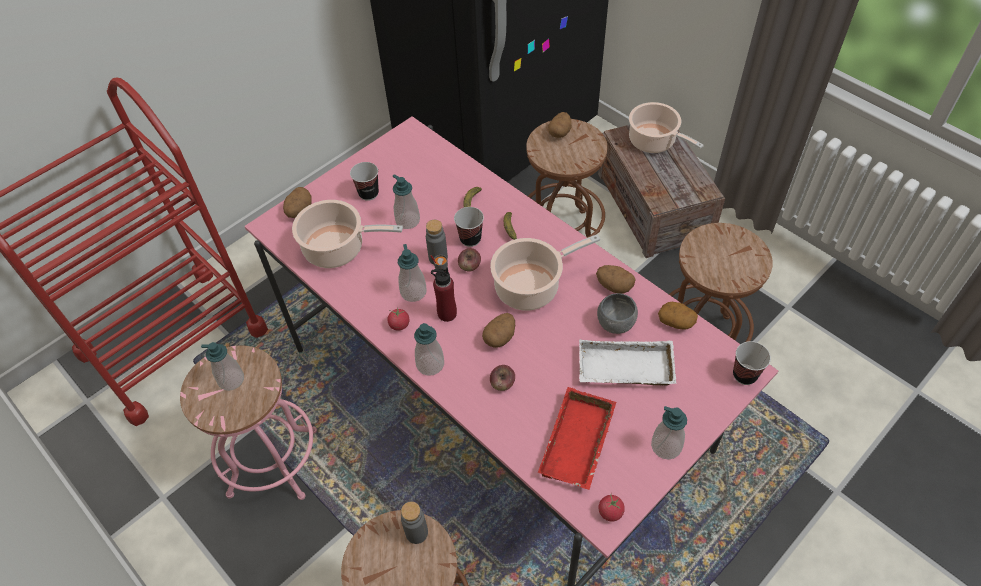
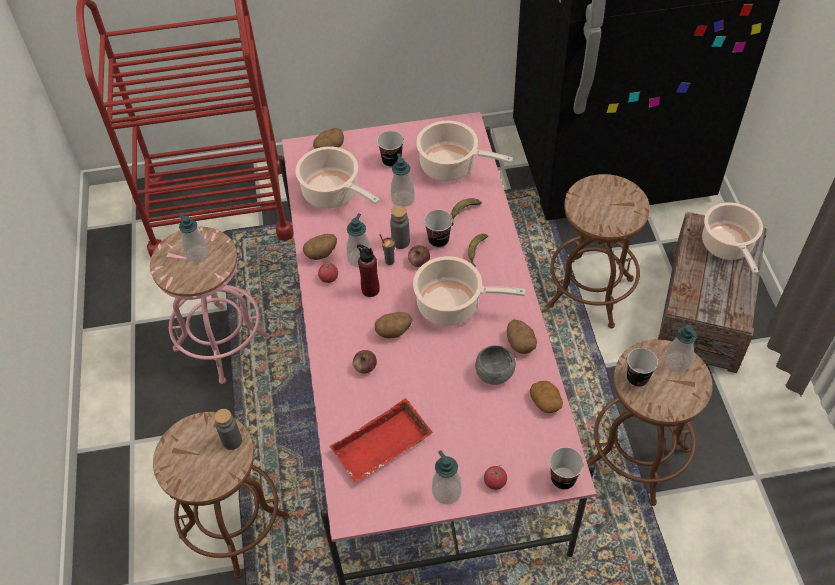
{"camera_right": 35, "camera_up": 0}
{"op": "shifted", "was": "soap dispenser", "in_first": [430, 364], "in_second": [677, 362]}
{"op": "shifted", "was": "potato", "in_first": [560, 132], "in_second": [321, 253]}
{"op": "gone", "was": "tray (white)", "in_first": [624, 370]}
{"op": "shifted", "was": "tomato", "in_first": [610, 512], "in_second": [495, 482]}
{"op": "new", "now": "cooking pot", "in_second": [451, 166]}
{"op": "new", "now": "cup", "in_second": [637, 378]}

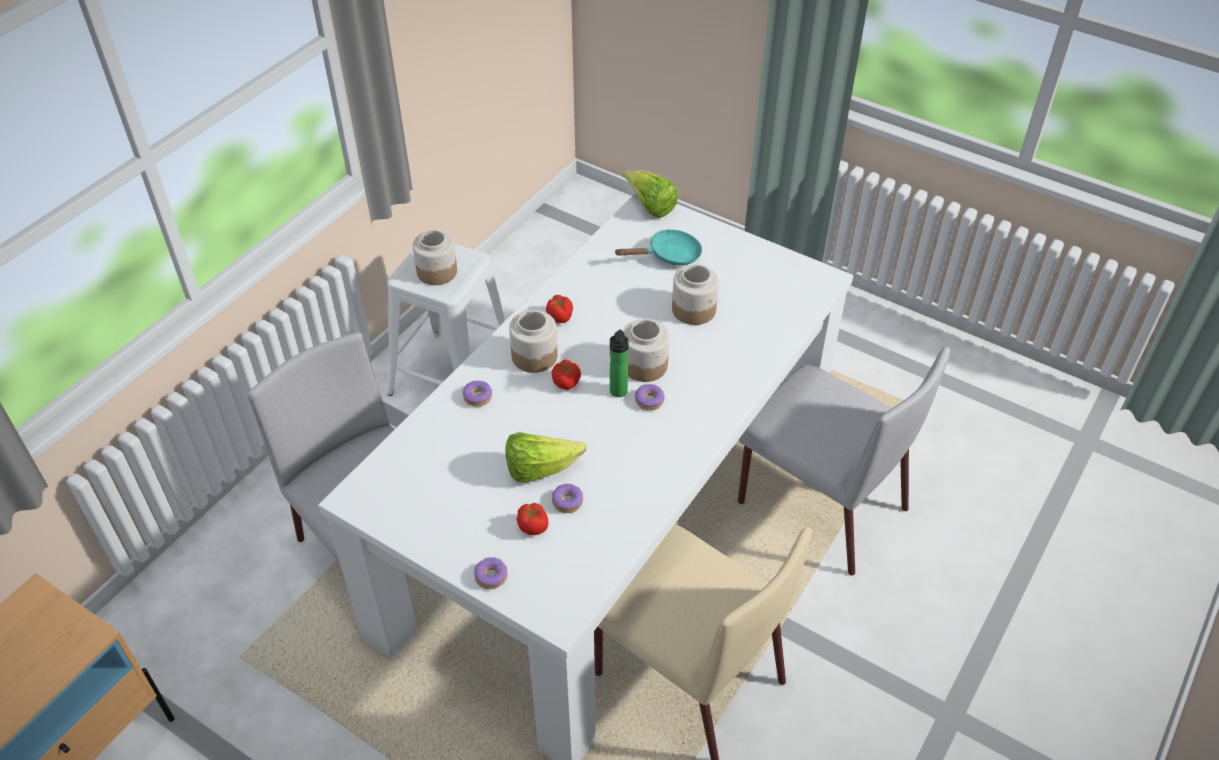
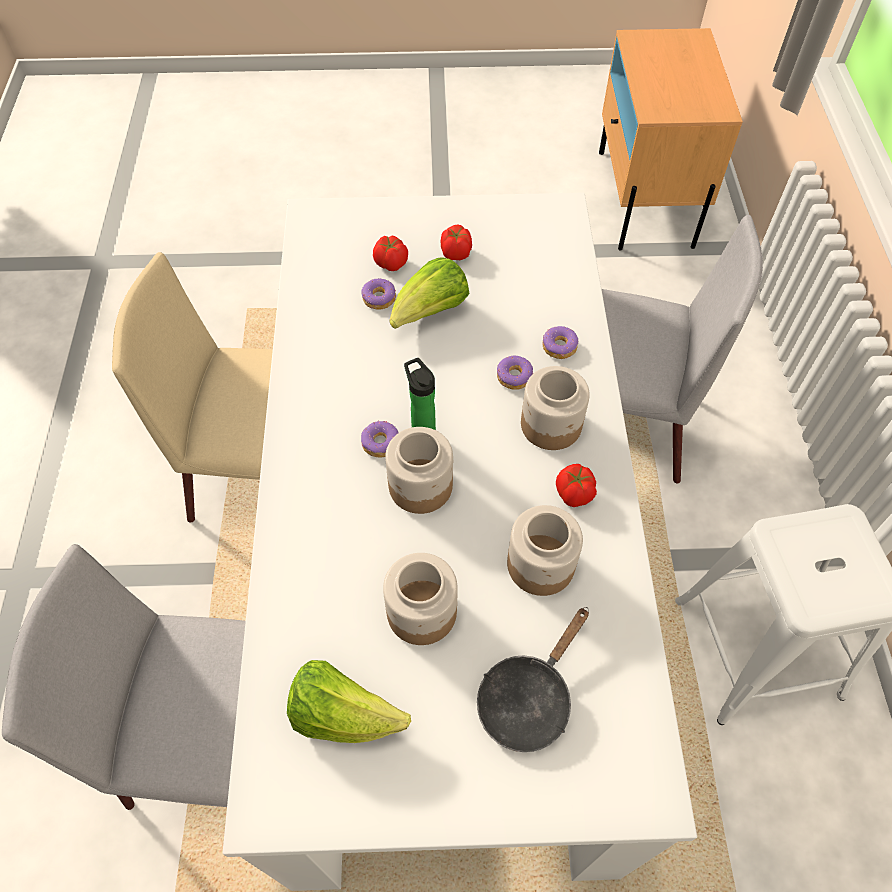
{"camera_right": 145, "camera_up": 10}
{"op": "shifted", "was": "jar", "in_first": [436, 272], "in_second": [541, 564]}
{"op": "shifted", "was": "donut", "in_first": [491, 576], "in_second": [514, 377]}
{"op": "shifted", "was": "tomato", "in_first": [566, 383], "in_second": [455, 253]}
{"op": "repainted", "was": "frying pan (turquoise)", "now": "frying pan (black)", "in_first": [669, 255], "in_second": [528, 698]}
{"op": "shifted", "was": "lettuce", "in_first": [650, 206], "in_second": [343, 714]}

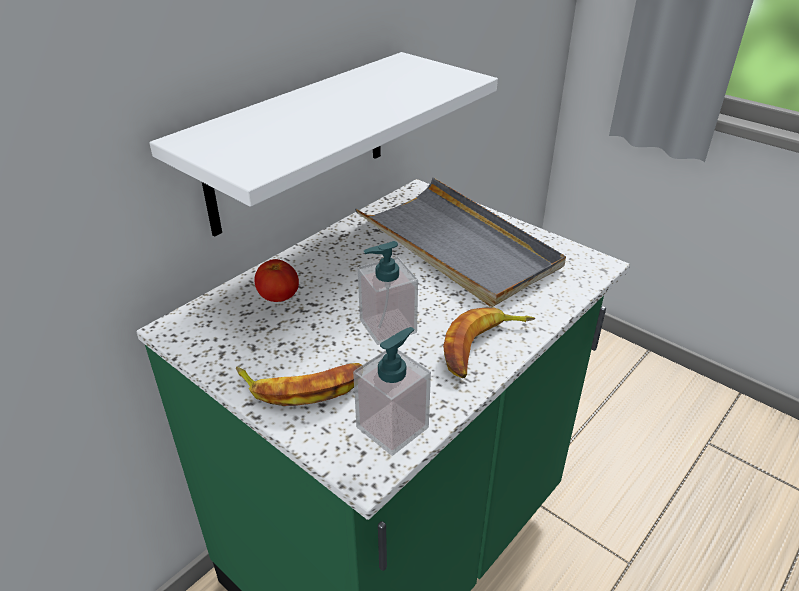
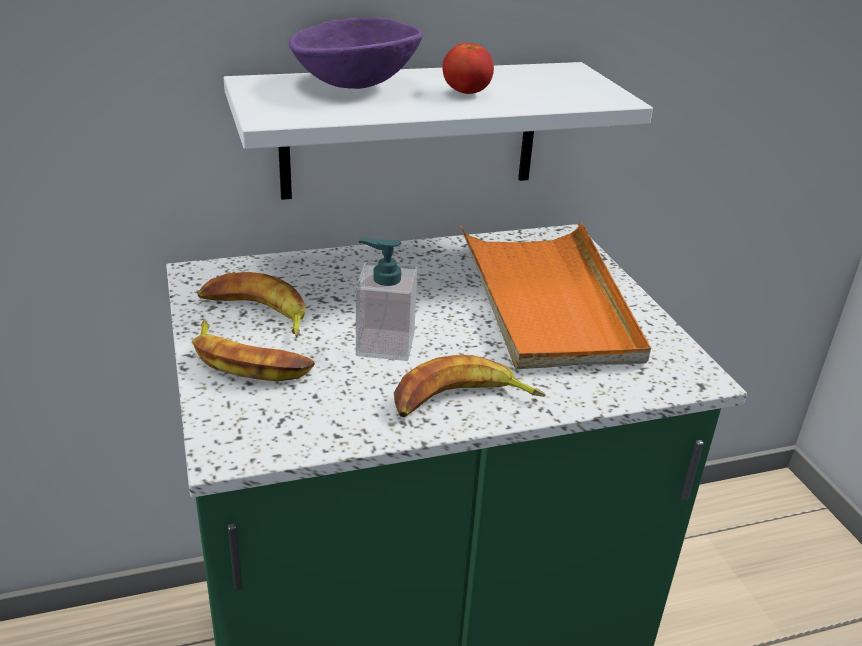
{"camera_right": 30, "camera_up": -5}
{"op": "shifted", "was": "tomato", "in_first": [278, 298], "in_second": [466, 93]}
{"op": "gone", "was": "soap dispenser", "in_first": [392, 427]}
{"op": "repainted", "was": "tray (grey)", "now": "tray (orange)", "in_first": [457, 245], "in_second": [547, 300]}
{"op": "new", "now": "banana", "in_second": [255, 314]}
{"op": "new", "now": "bowl (purple)", "in_second": [355, 86]}

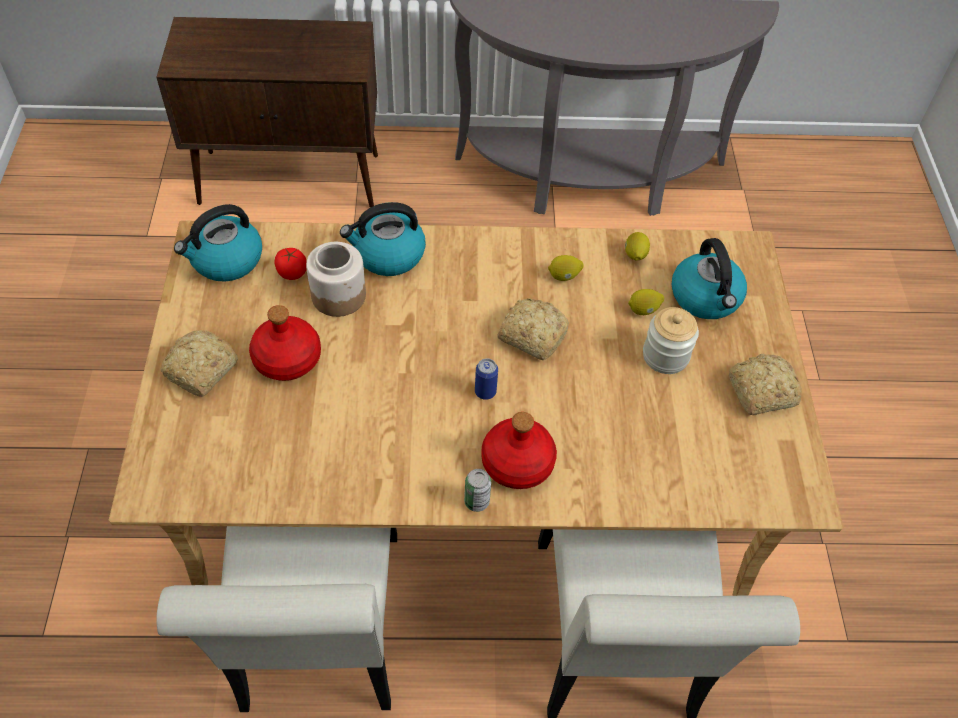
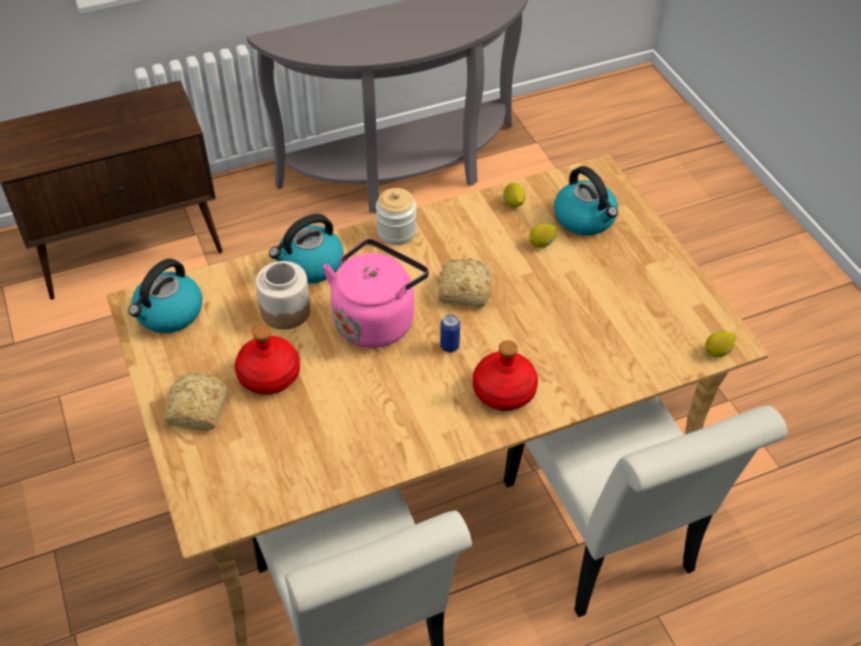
{"camera_right": -20, "camera_up": -5}
{"op": "gone", "was": "tomato", "in_first": [292, 271]}
{"op": "gone", "was": "can", "in_first": [476, 501]}
{"op": "shifted", "was": "lemon", "in_first": [564, 276], "in_second": [717, 352]}
{"op": "shifted", "was": "jar", "in_first": [665, 356], "in_second": [396, 231]}
{"op": "gone", "was": "bread", "in_first": [759, 391]}
{"op": "new", "now": "kettle (pink)", "in_second": [376, 319]}

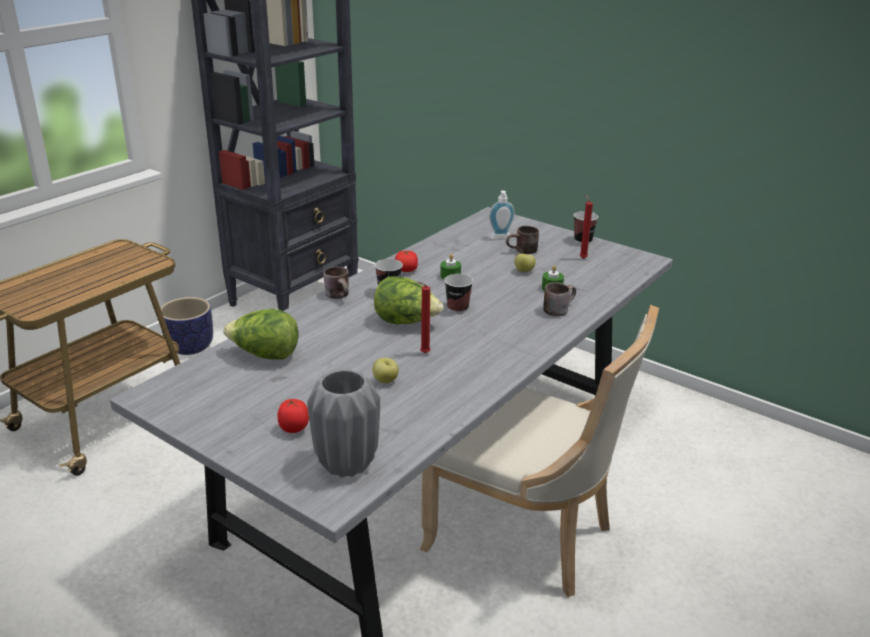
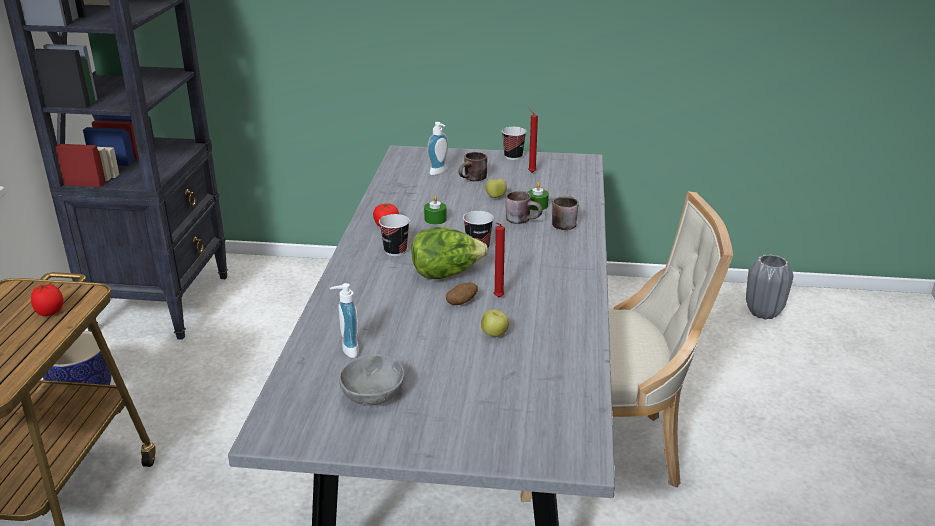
{"camera_right": -30, "camera_up": 0}
{"op": "swapped", "was": "lettuce", "now": "soap dispenser", "in_first": [265, 355], "in_second": [347, 350]}
{"op": "shifted", "was": "tomato", "in_first": [294, 429], "in_second": [50, 313]}
{"op": "shifted", "was": "vase (grey)", "in_first": [345, 464], "in_second": [763, 313]}
{"op": "shifted", "was": "mug (brown)", "in_first": [341, 296], "in_second": [523, 220]}
{"op": "new", "now": "bowl (grey)", "in_second": [374, 396]}
{"op": "new", "now": "potato", "in_second": [461, 303]}

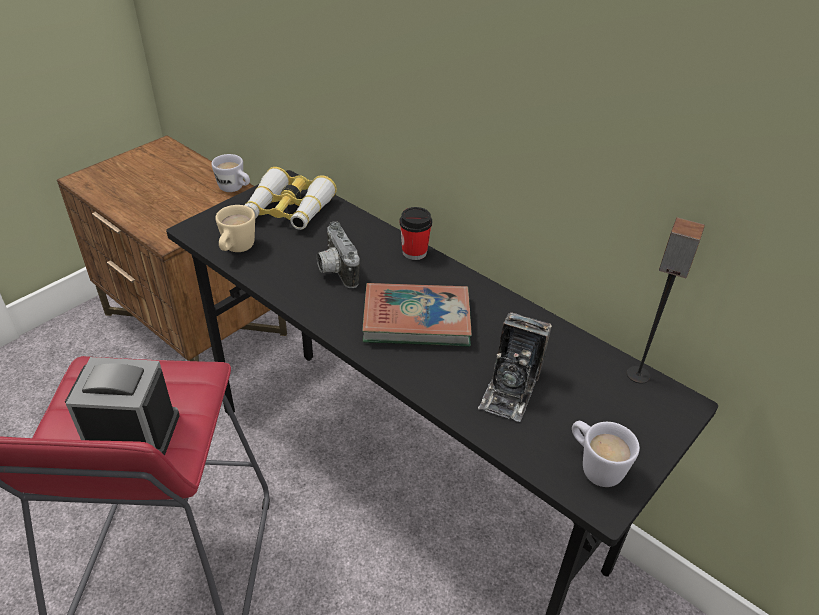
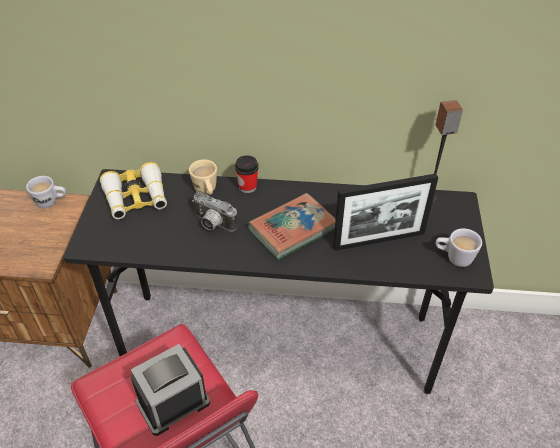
{"camera_right": -35, "camera_up": 5}
{"op": "shifted", "was": "mug (beige)", "in_first": [236, 249], "in_second": [206, 191]}
{"op": "swapped", "was": "photo camera", "now": "picture frame", "in_first": [511, 388], "in_second": [379, 240]}

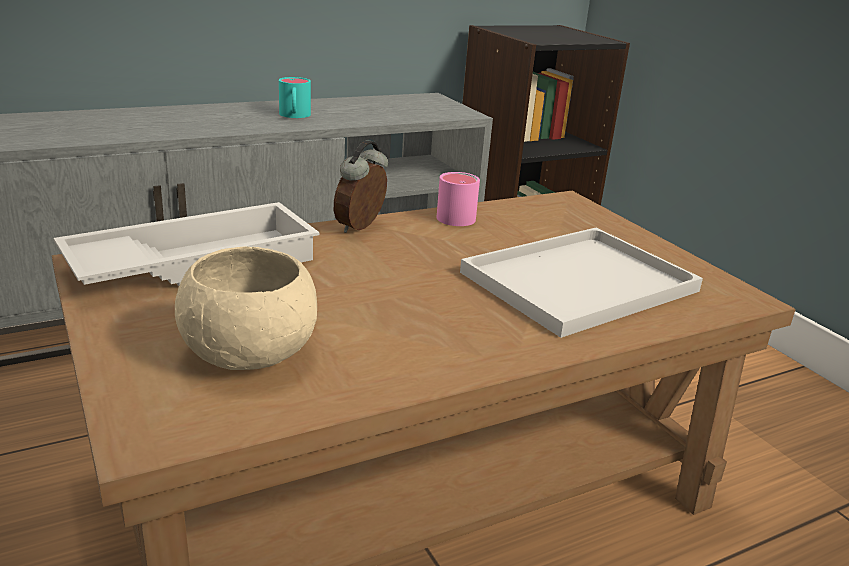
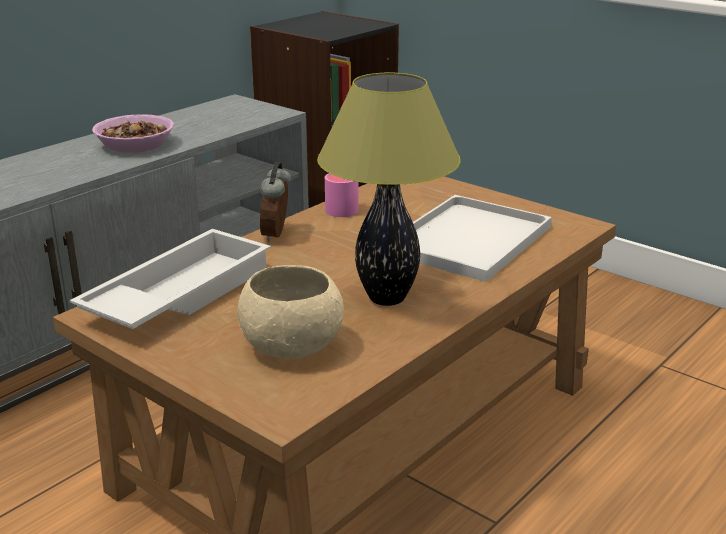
{"camera_right": -20, "camera_up": 0}
{"op": "swapped", "was": "mug (turquoise)", "now": "bowl", "in_first": [294, 116], "in_second": [136, 145]}
{"op": "new", "now": "table lamp", "in_second": [388, 298]}

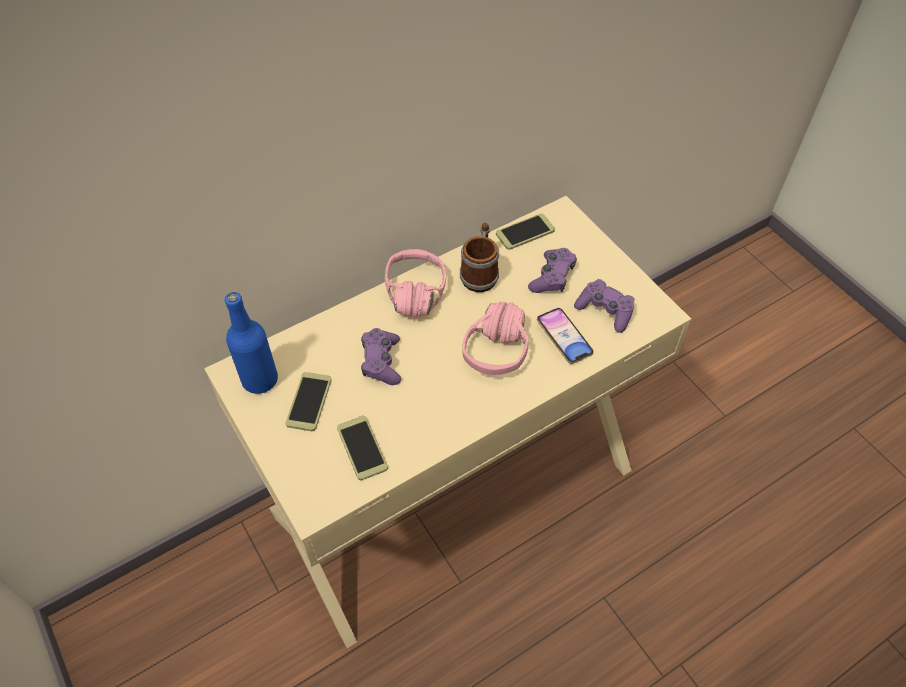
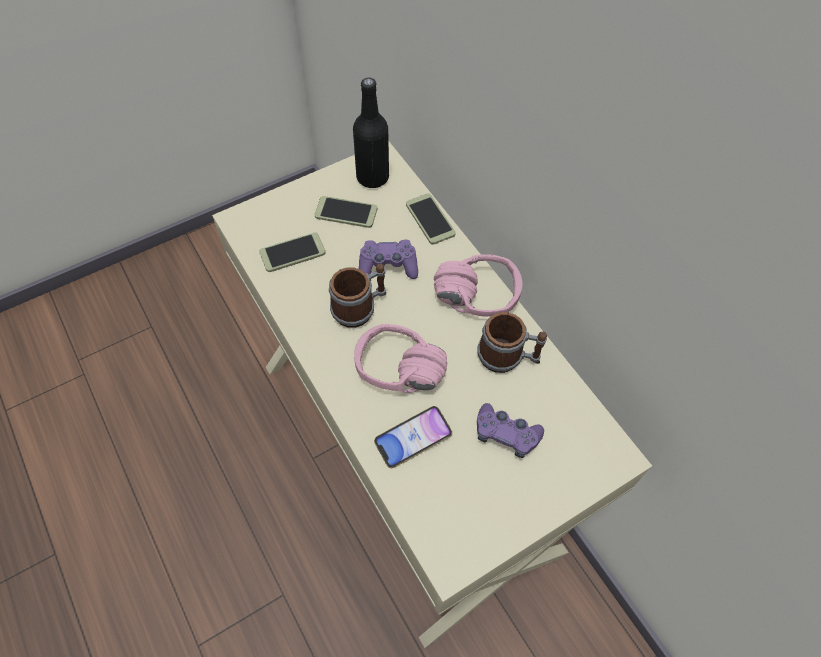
{"camera_right": 90, "camera_up": 5}
{"op": "repainted", "was": "bottle (blue)", "now": "bottle (black)", "in_first": [260, 380], "in_second": [372, 177]}
{"op": "shifted", "was": "phone", "in_first": [525, 232], "in_second": [430, 219]}
{"op": "gone", "was": "game controller (purple)", "in_first": [605, 310]}
{"op": "new", "now": "mug", "in_second": [360, 307]}

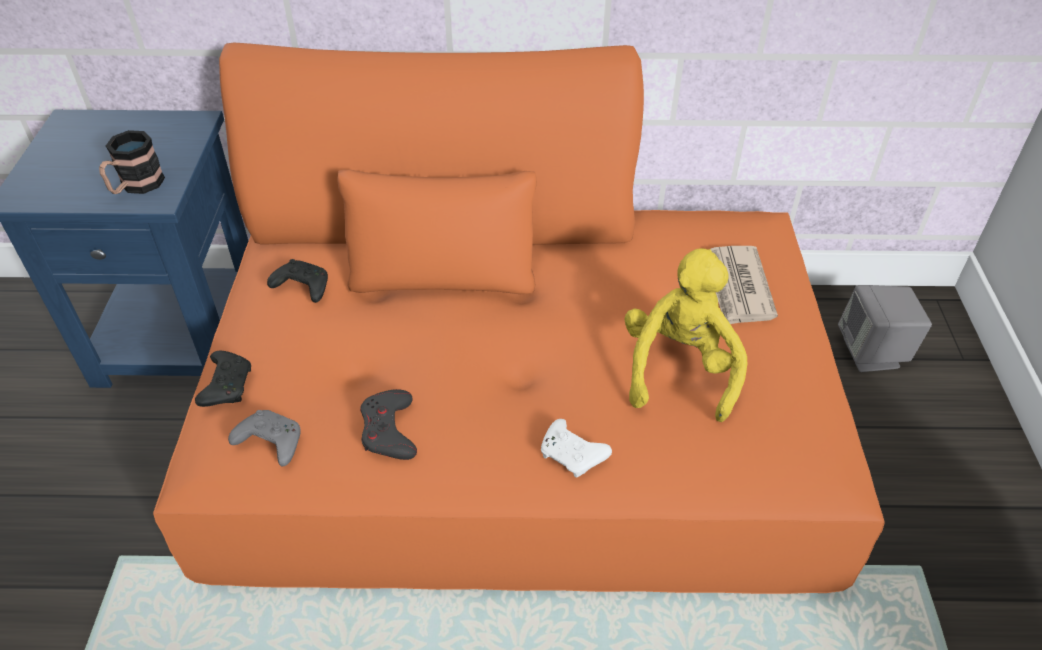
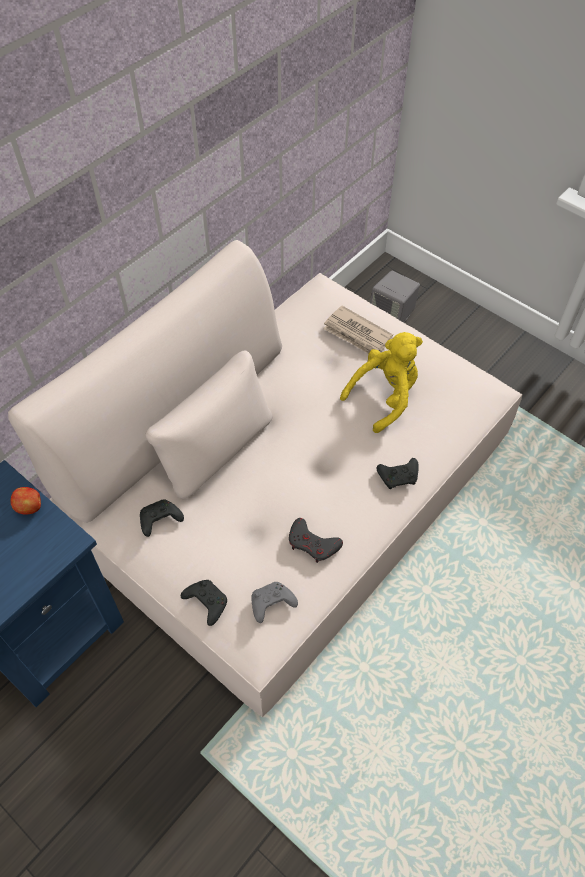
{"camera_right": -50, "camera_up": 10}
{"op": "gone", "was": "mug", "in_first": [136, 186]}
{"op": "repainted", "was": "sofa (orange)", "now": "sofa (beige)", "in_first": [521, 422], "in_second": [293, 491]}
{"op": "repainted", "was": "game controller (white)", "now": "game controller (black)", "in_first": [573, 456], "in_second": [399, 477]}
{"op": "rotated", "was": "plush toy (yellow)", "in_first": [679, 369], "in_second": [384, 397], "clockwise": 90}
{"op": "new", "now": "apple", "in_second": [30, 507]}

